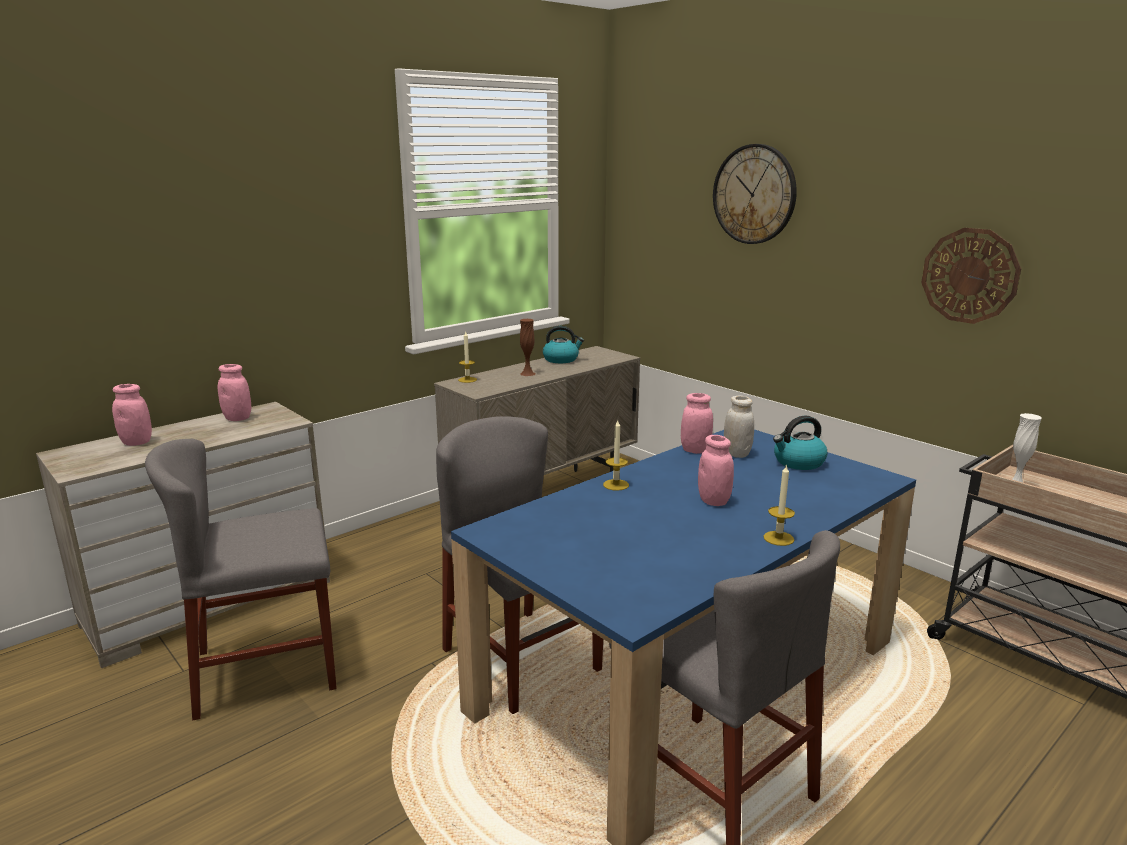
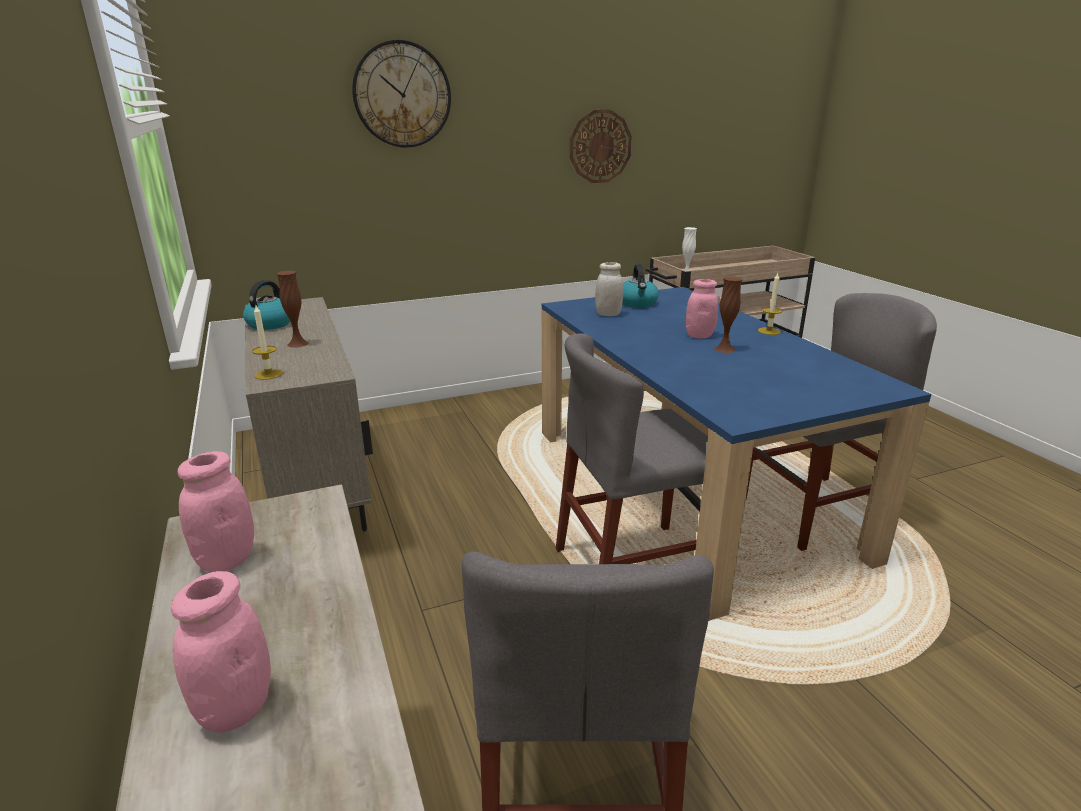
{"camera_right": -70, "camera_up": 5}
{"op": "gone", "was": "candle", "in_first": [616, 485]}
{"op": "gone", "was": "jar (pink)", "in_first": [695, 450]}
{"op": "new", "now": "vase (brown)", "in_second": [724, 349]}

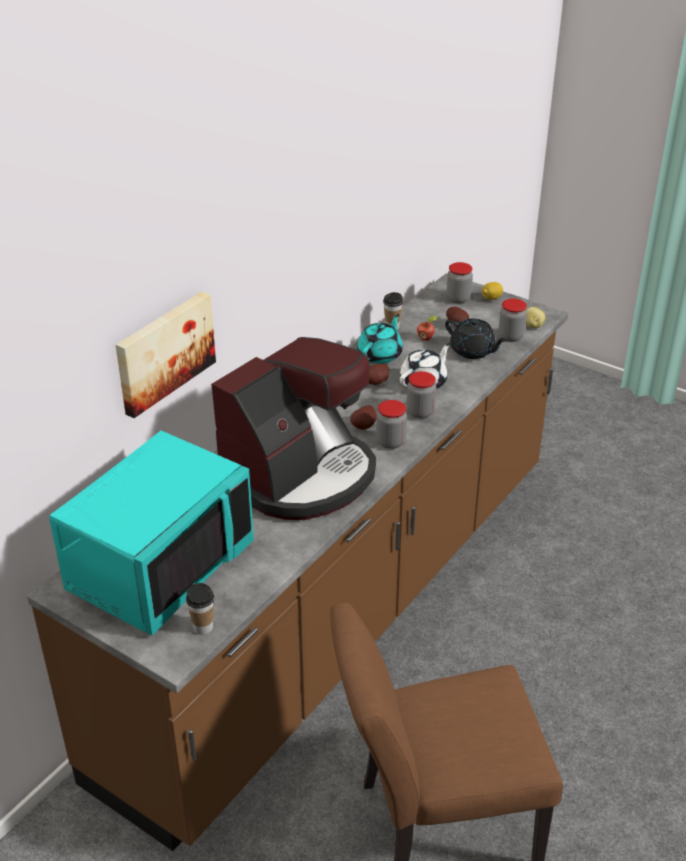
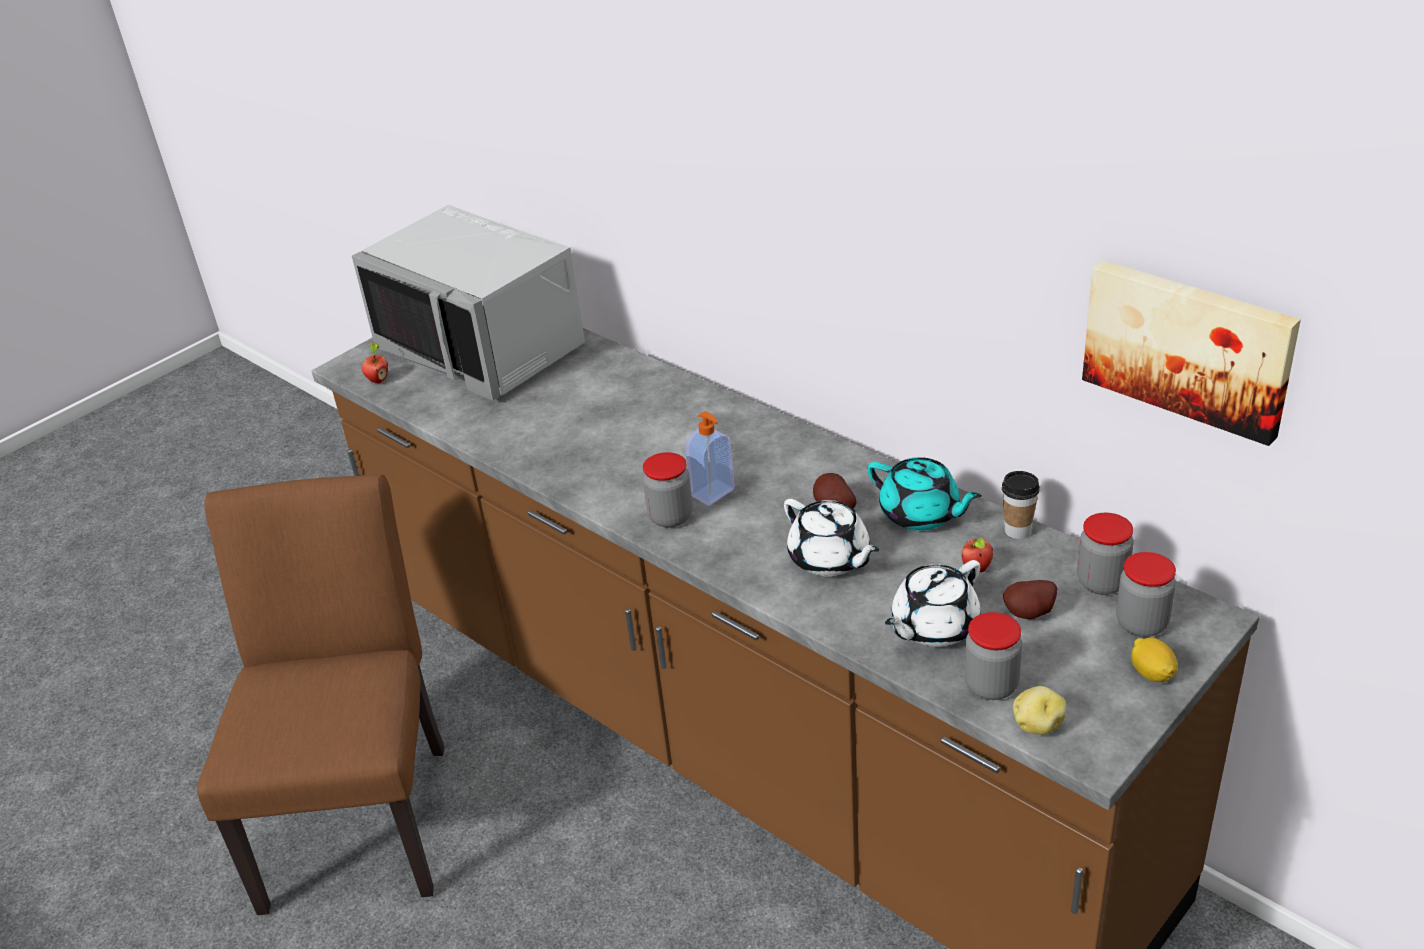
{"camera_right": 100, "camera_up": 0}
{"op": "repainted", "was": "microwave (turquoise)", "now": "microwave (grey)", "in_first": [159, 566], "in_second": [483, 348]}
{"op": "shifted", "was": "picture", "in_first": [164, 351], "in_second": [1188, 347]}
{"op": "swapped", "was": "cup", "now": "apple", "in_first": [203, 627], "in_second": [378, 380]}
{"op": "gone", "was": "coffee machine", "in_first": [300, 476]}
{"op": "swapped", "was": "potato", "now": "soap dispenser", "in_first": [365, 427], "in_second": [713, 493]}
{"op": "shifted", "was": "jar", "in_first": [420, 412], "in_second": [1101, 582]}
{"op": "repainted", "was": "teapot (black)", "now": "teapot (white)", "in_first": [473, 351], "in_second": [933, 626]}

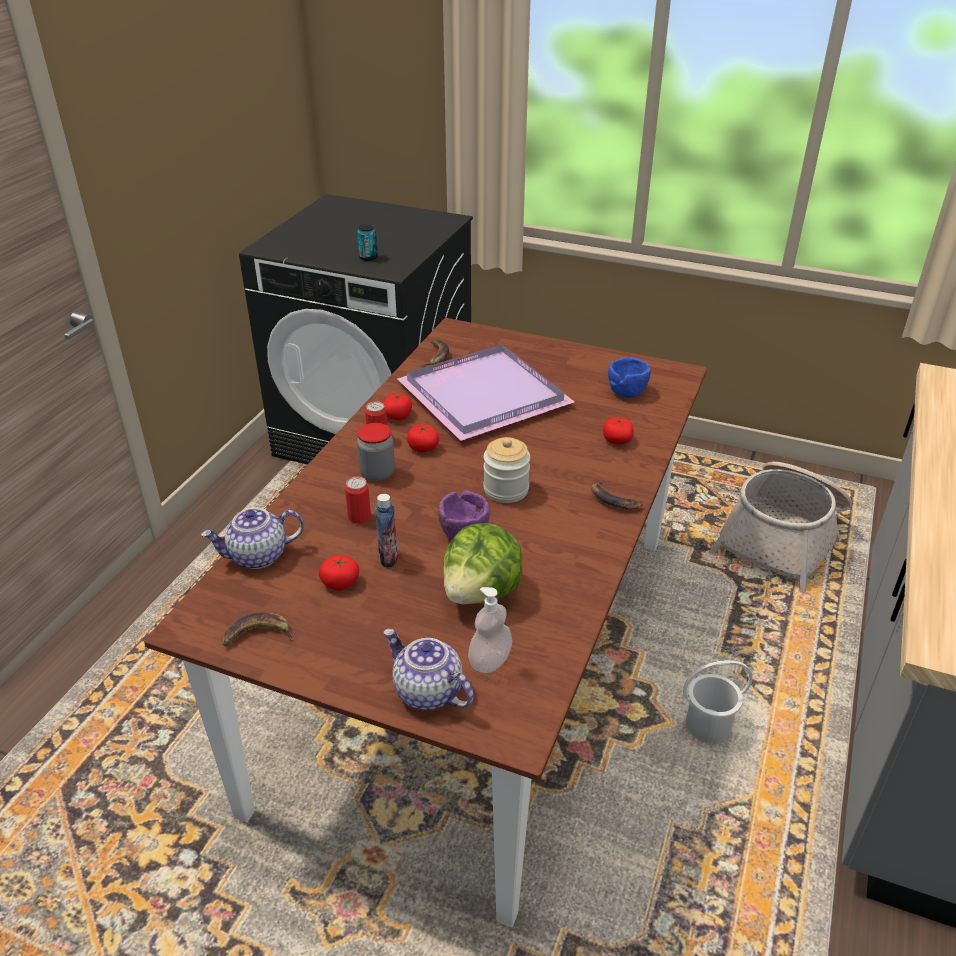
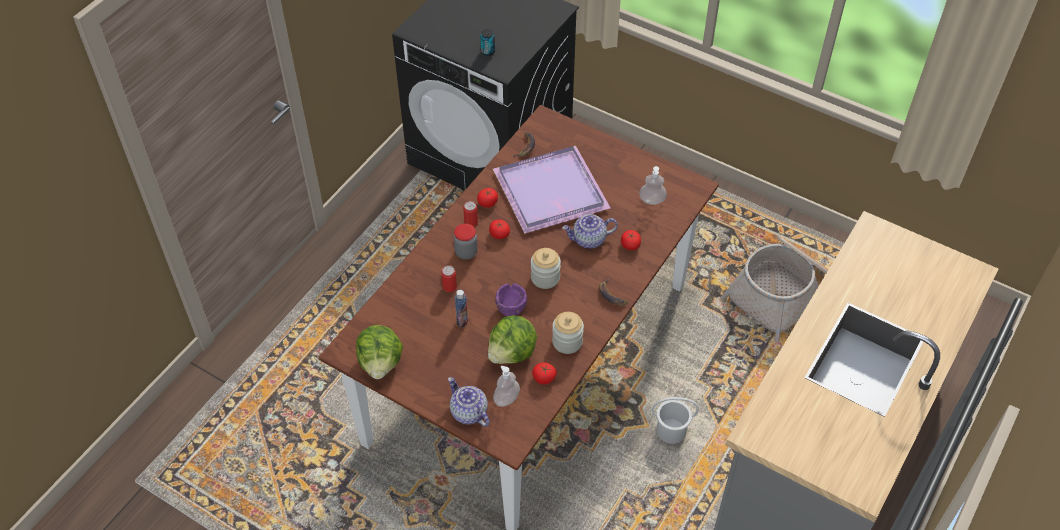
{"camera_right": 10, "camera_up": 15}
{"op": "shifted", "was": "teapot", "in_first": [257, 556], "in_second": [589, 240]}
{"op": "swapped", "was": "banana", "now": "lettuce", "in_first": [257, 635], "in_second": [381, 363]}
{"op": "shifted", "was": "tomato", "in_first": [340, 582], "in_second": [544, 378]}
{"op": "swapped", "was": "bowl (blue)", "now": "soap dispenser", "in_first": [627, 391], "in_second": [652, 200]}
{"op": "new", "now": "jar", "in_second": [567, 342]}

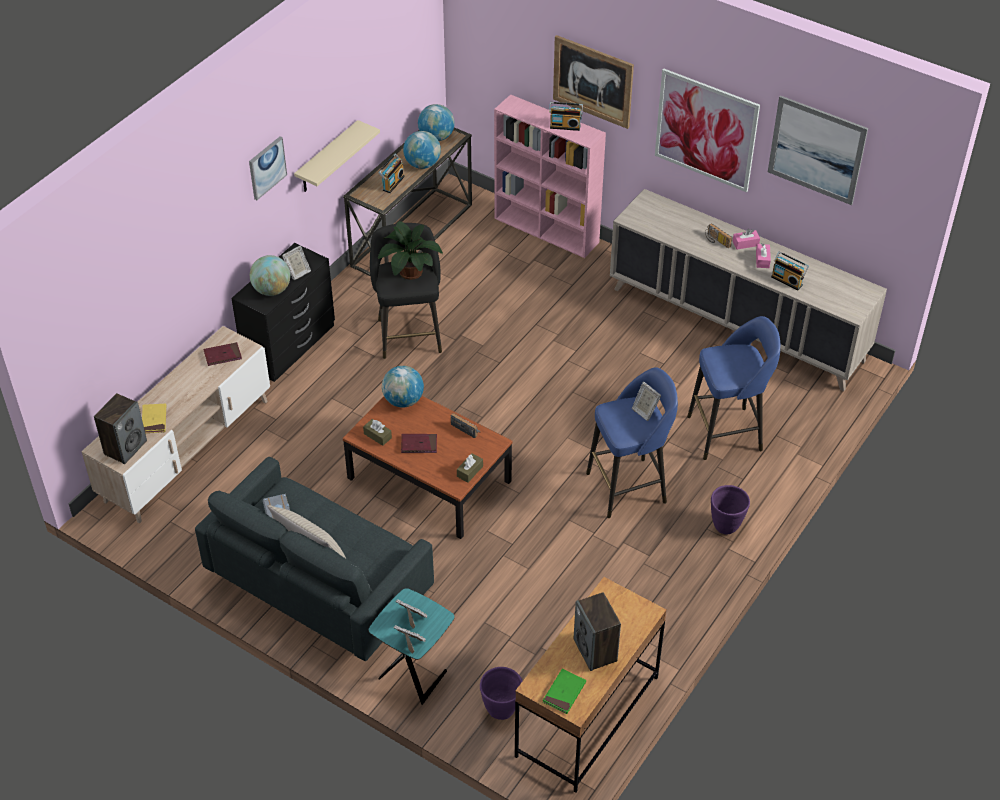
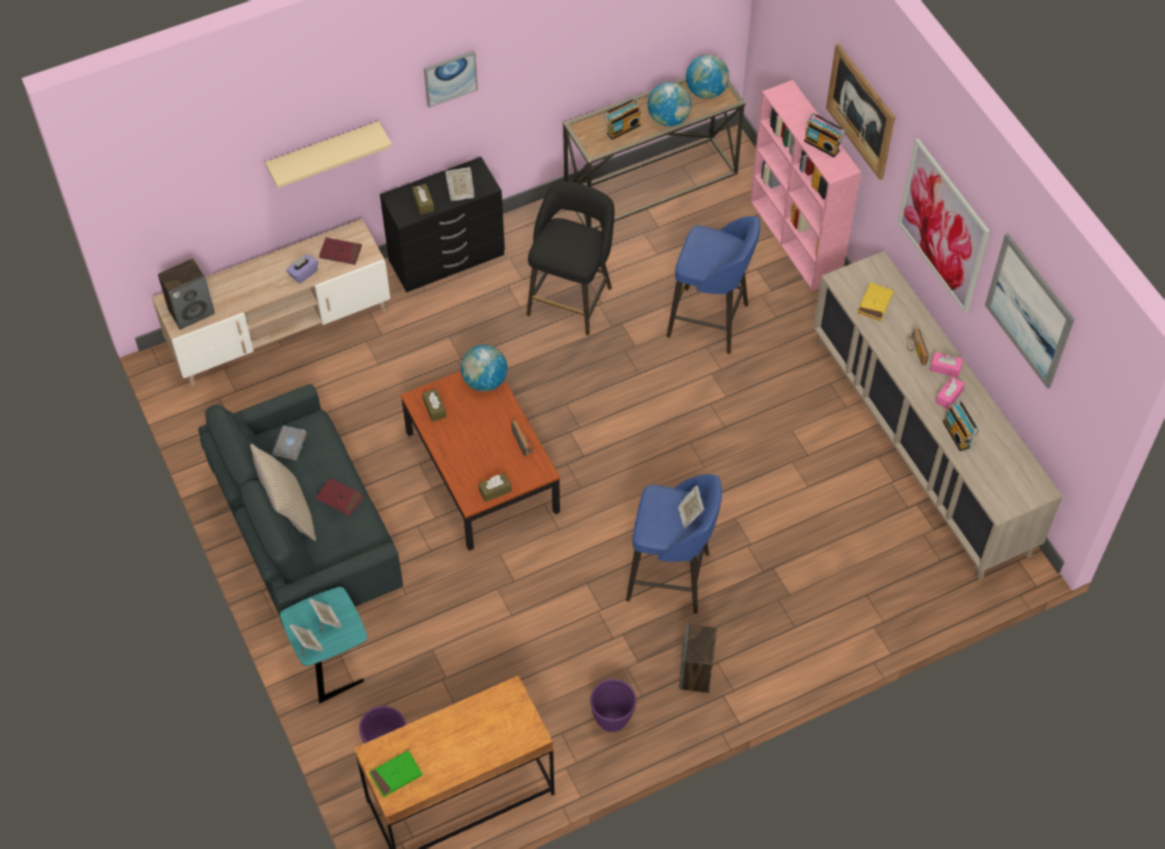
{"camera_right": 30, "camera_up": 10}
{"op": "shifted", "was": "book (yellow)", "in_first": [154, 420], "in_second": [875, 303]}
{"op": "swapped", "was": "globe", "now": "tissue box (brown)", "in_first": [272, 290], "in_second": [423, 203]}
{"op": "shifted", "was": "shelf (beige)", "in_first": [327, 158], "in_second": [324, 153]}
{"op": "gone", "was": "potted plant", "in_first": [408, 271]}
{"op": "shifted", "was": "book (red)", "in_first": [419, 445], "in_second": [340, 498]}
{"op": "shifted", "was": "speaker", "in_first": [595, 650], "in_second": [696, 673]}
{"op": "shifted", "was": "stool (blue)", "in_first": [727, 433], "in_second": [710, 321]}
{"op": "shifted", "was": "planter (purple)", "in_first": [726, 526], "in_second": [612, 720]}
{"op": "new", "now": "tissue box (purple)", "in_second": [303, 273]}

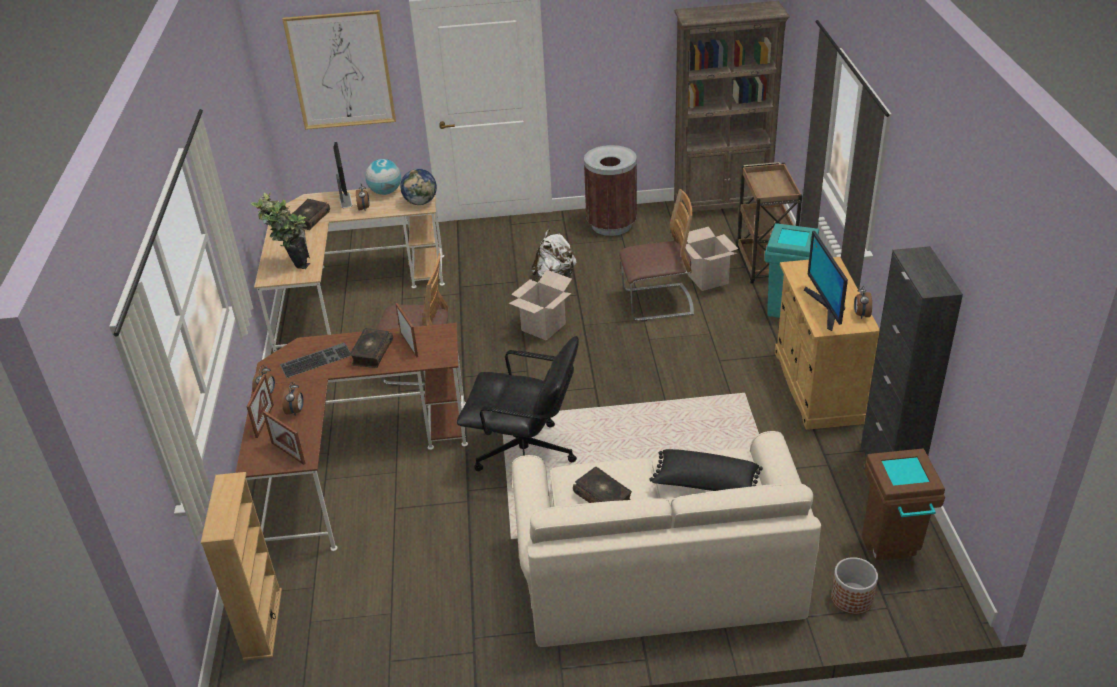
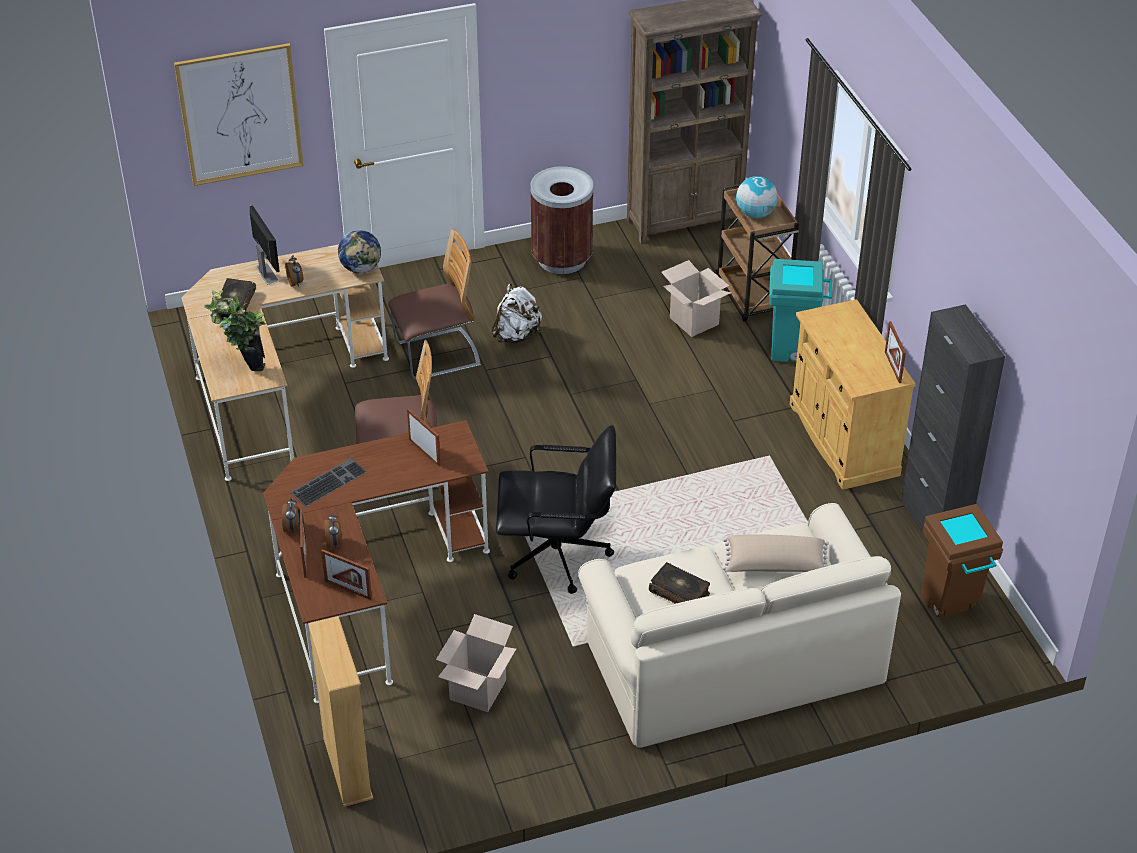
{"camera_right": -15, "camera_up": 5}
{"op": "gone", "was": "book", "in_first": [371, 353]}
{"op": "shifted", "was": "globe", "in_first": [385, 192], "in_second": [755, 214]}
{"op": "shifted", "was": "cardboard box", "in_first": [543, 327], "in_second": [477, 690]}
{"op": "shifted", "was": "chair", "in_first": [657, 303], "in_second": [437, 355]}
{"op": "repainted", "was": "pillow (black)", "now": "pillow (beige)", "in_first": [705, 484], "in_second": [775, 565]}
{"op": "gone", "was": "monitor", "in_first": [826, 308]}
{"op": "gone", "was": "planter", "in_first": [851, 598]}
{"op": "swapped", "was": "alarm clock", "now": "picture frame", "in_first": [861, 315], "in_second": [892, 367]}

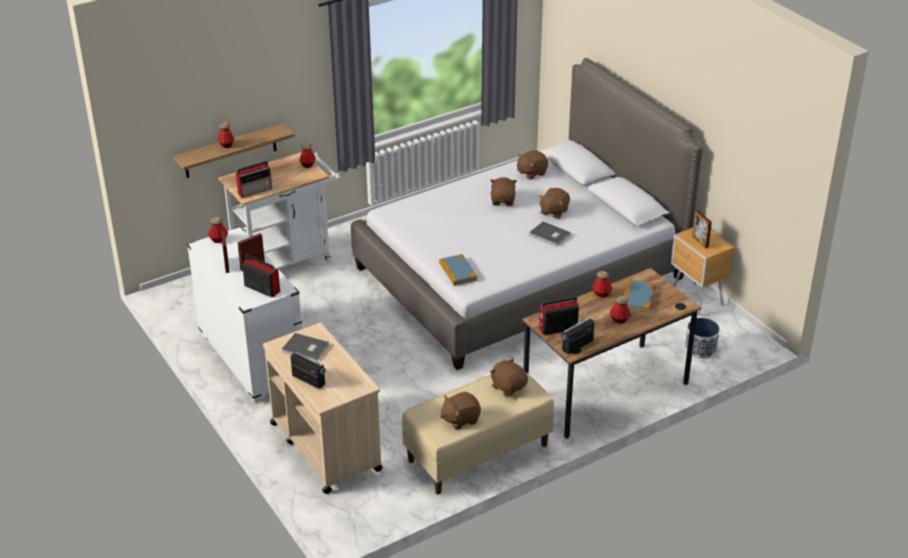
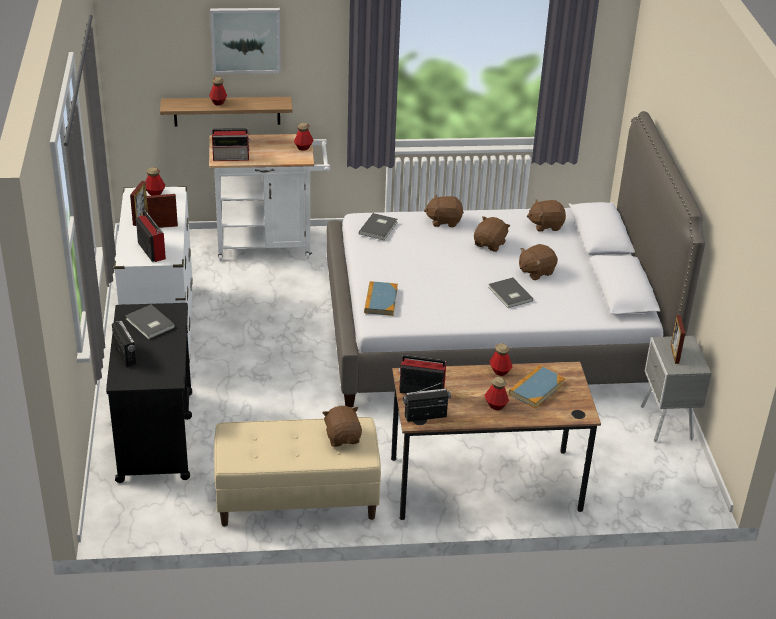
{"camera_right": 25, "camera_up": 0}
{"op": "repainted", "was": "cart (beige)", "now": "cart (black)", "in_first": [325, 446], "in_second": [156, 435]}
{"op": "shifted", "was": "plush toy (brown)", "in_first": [460, 419], "in_second": [444, 221]}
{"op": "repainted", "was": "nightstand (brown)", "now": "nightstand (grey)", "in_first": [696, 300], "in_second": [666, 424]}
{"op": "gone", "was": "planter", "in_first": [700, 349]}
{"op": "new", "now": "picture", "in_second": [245, 40]}
{"op": "new", "now": "book (grey)", "in_second": [379, 228]}

